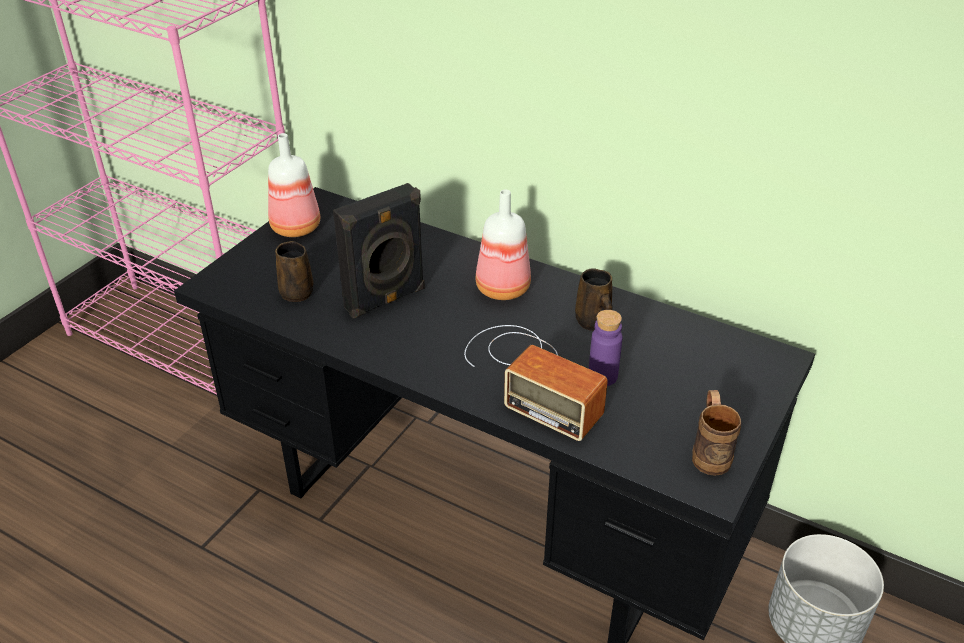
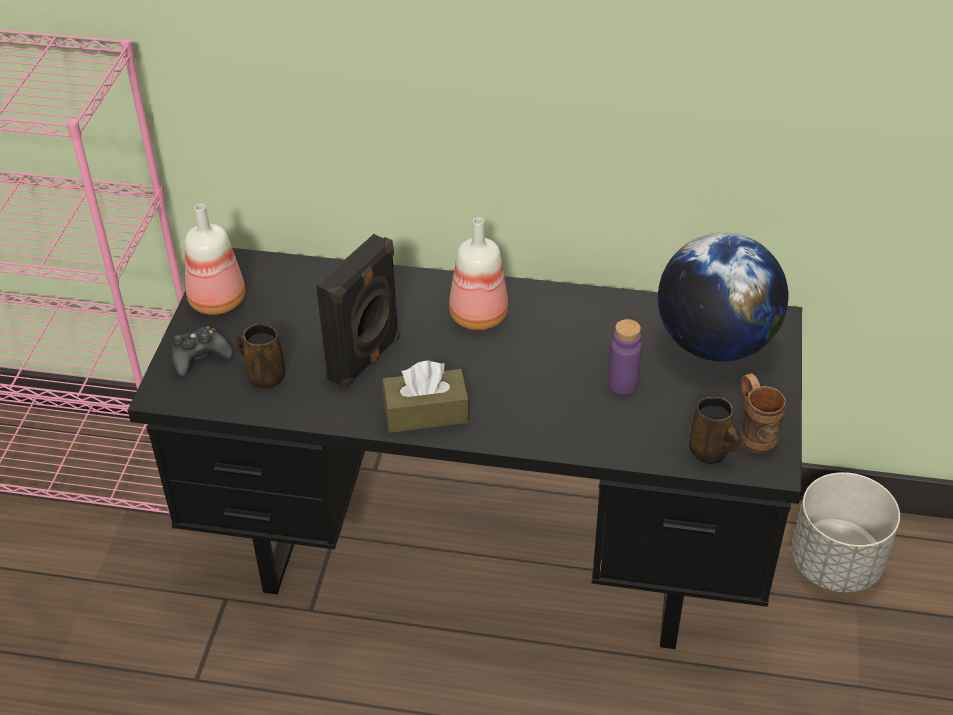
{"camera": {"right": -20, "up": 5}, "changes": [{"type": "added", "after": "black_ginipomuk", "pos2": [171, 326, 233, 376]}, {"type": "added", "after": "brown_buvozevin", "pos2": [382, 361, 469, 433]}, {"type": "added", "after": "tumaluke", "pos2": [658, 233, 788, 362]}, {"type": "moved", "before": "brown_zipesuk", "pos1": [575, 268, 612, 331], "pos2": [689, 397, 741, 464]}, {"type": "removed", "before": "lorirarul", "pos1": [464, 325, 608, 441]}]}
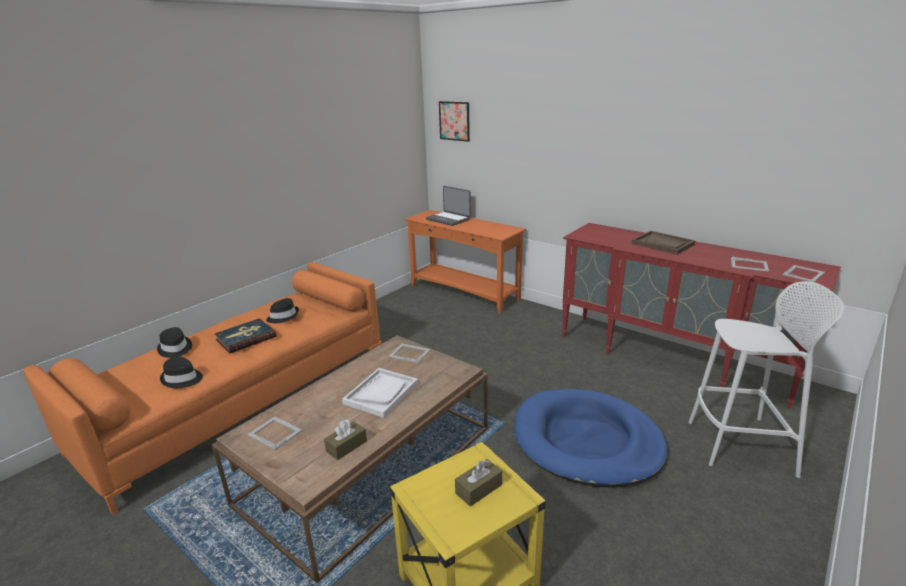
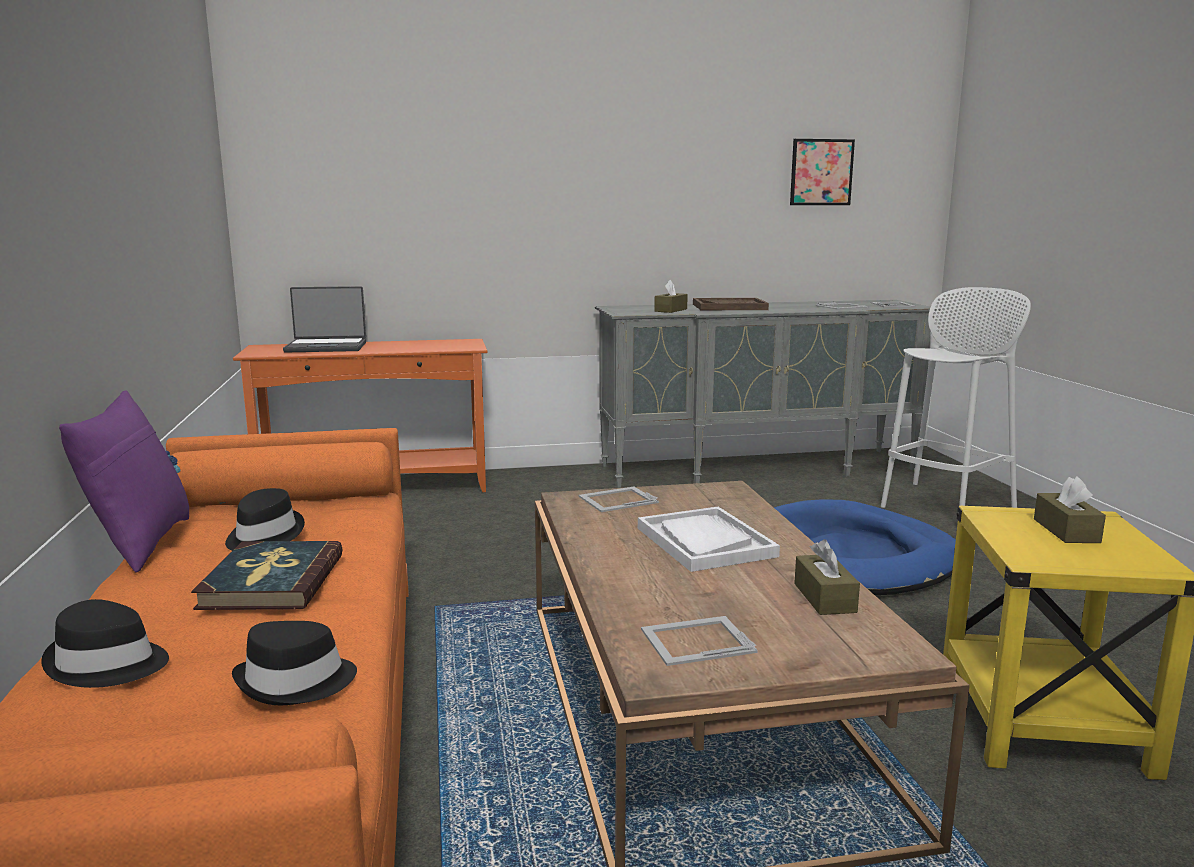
{"camera": {"right": -50, "up": -10}, "changes": [{"type": "added", "after": "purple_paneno", "pos2": [59, 390, 189, 572]}, {"type": "recoloured", "before": "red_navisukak", "after": "grey_navisukak", "pos1": [562, 223, 841, 409], "pos2": [595, 300, 940, 488]}, {"type": "added", "after": "brown_buvozevin", "pos2": [654, 280, 688, 313]}, {"type": "moved", "before": "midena", "pos1": [439, 101, 470, 142], "pos2": [790, 139, 855, 205]}]}
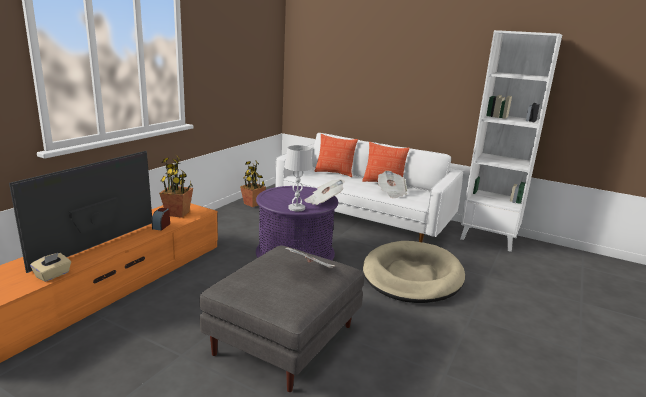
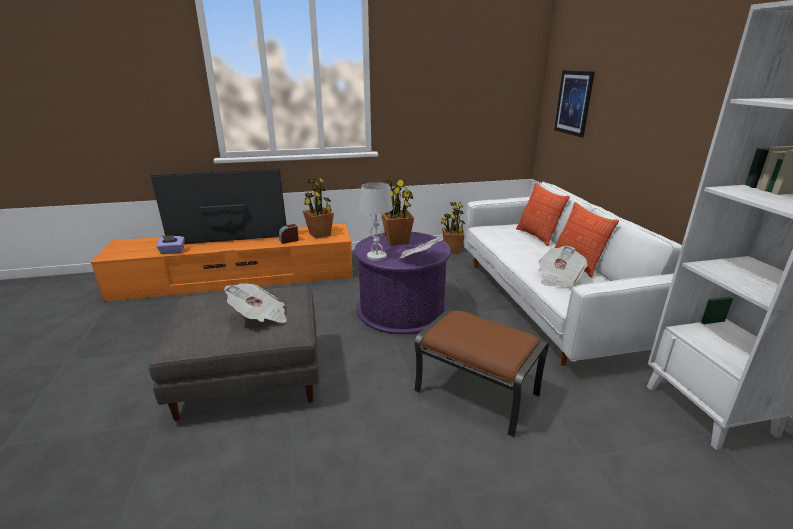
{"camera": {"right": 50, "up": 5}, "changes": [{"type": "recoloured", "before": "beige_buvozevin", "after": "purple_buvozevin", "pos1": [30, 252, 71, 282], "pos2": [156, 235, 185, 254]}, {"type": "added", "after": "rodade", "pos2": [382, 176, 414, 246]}, {"type": "replaced", "before": "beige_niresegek", "after": "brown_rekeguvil", "pos1": [363, 241, 465, 303], "pos2": [414, 309, 549, 438]}, {"type": "added", "after": "midena", "pos2": [554, 70, 595, 137]}]}
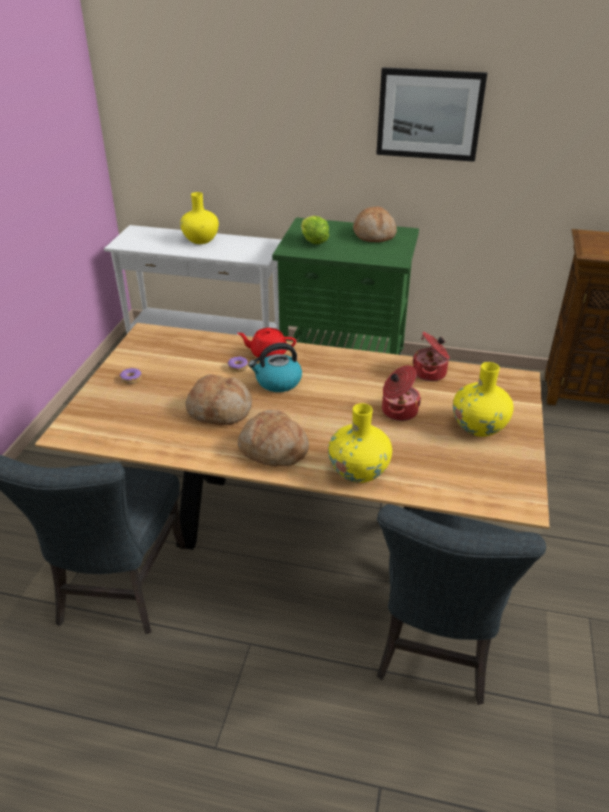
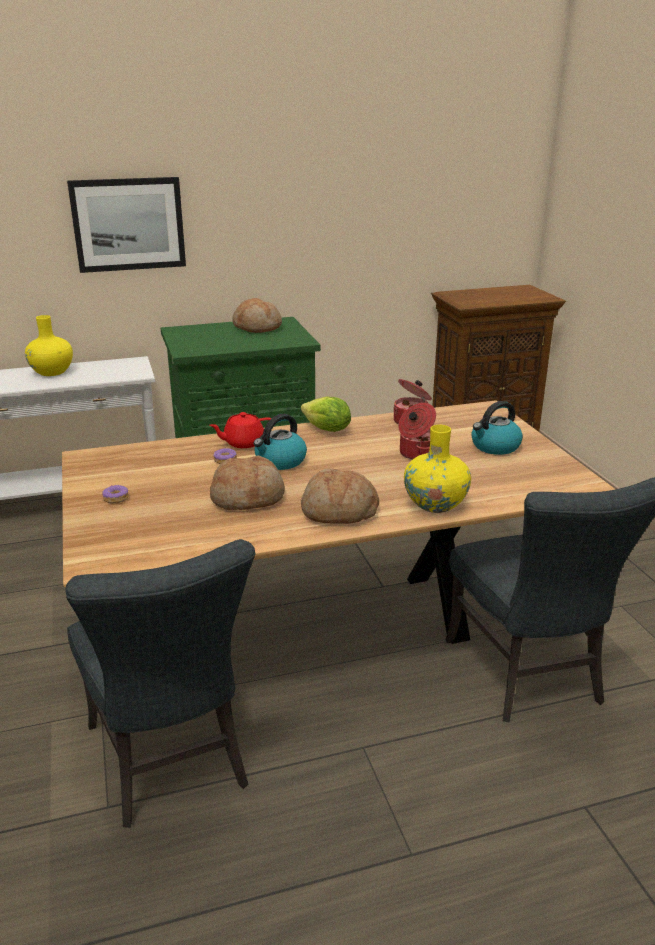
{"camera": {"right": -30, "up": -10}, "changes": [{"type": "moved", "before": "midena", "pos1": [376, 67, 487, 162], "pos2": [67, 177, 186, 273]}, {"type": "moved", "before": "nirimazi", "pos1": [301, 216, 329, 244], "pos2": [301, 397, 351, 432]}, {"type": "replaced", "before": "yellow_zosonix", "after": "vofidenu", "pos1": [453, 362, 513, 437], "pos2": [471, 401, 523, 455]}]}
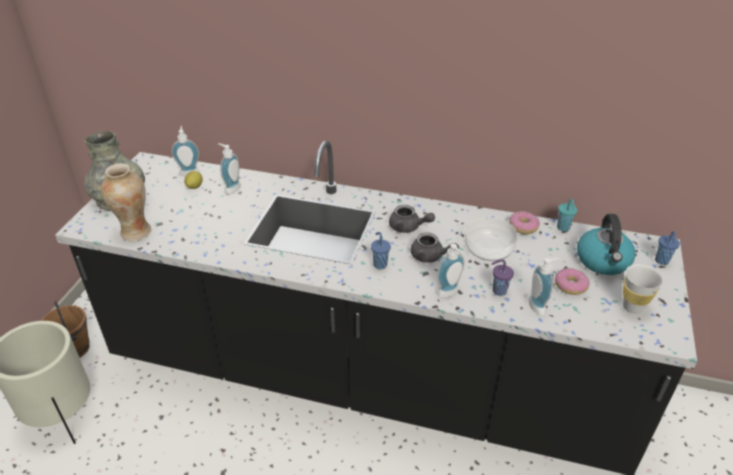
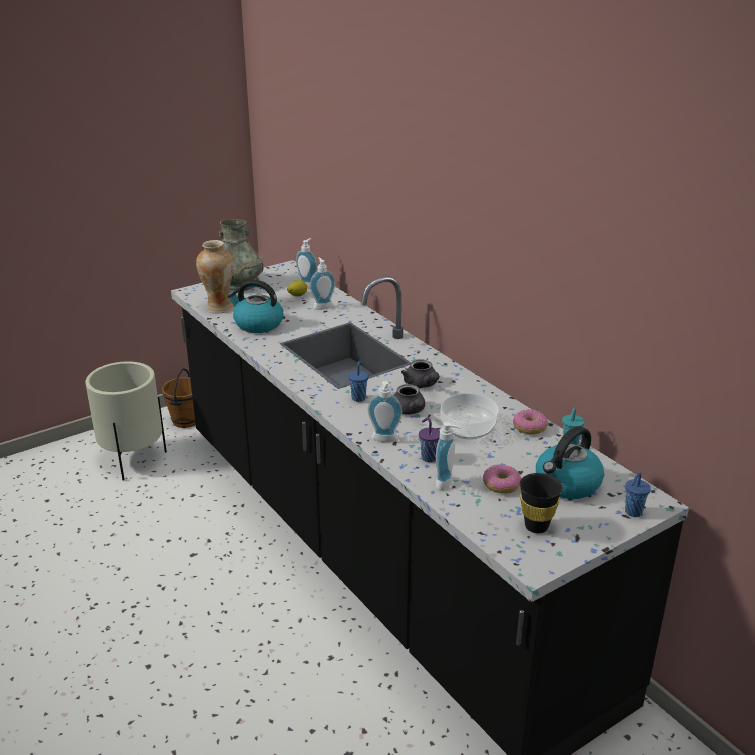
{"camera": {"right": 40, "up": -10}, "changes": [{"type": "added", "after": "vofidenu", "pos2": [227, 280, 283, 333]}, {"type": "recoloured", "before": "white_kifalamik", "after": "black_kifalamik", "pos1": [623, 264, 664, 314], "pos2": [520, 473, 563, 533]}]}
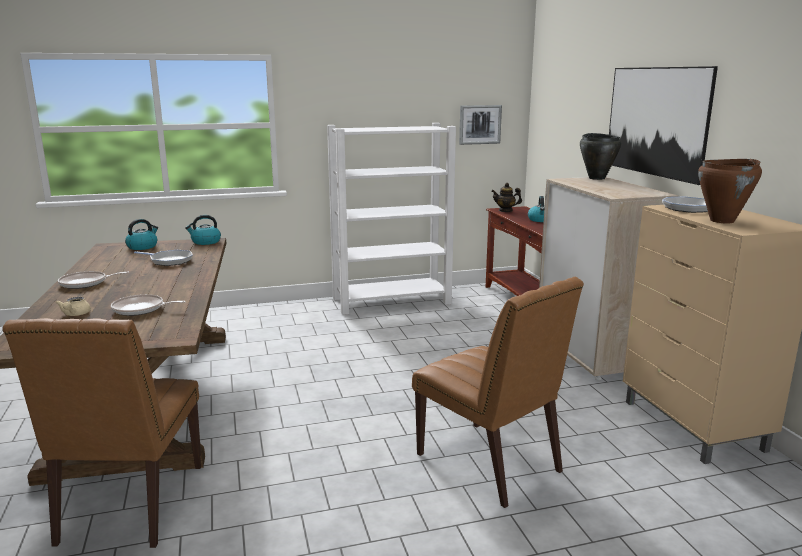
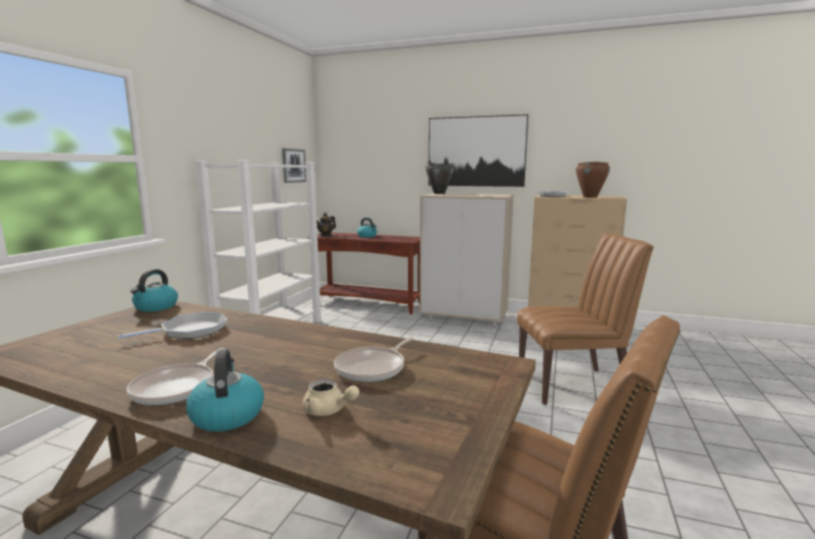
{"camera": {"right": -55, "up": -5}, "changes": [{"type": "moved", "before": "vofidenu", "pos1": [125, 219, 158, 250], "pos2": [186, 349, 264, 432]}]}
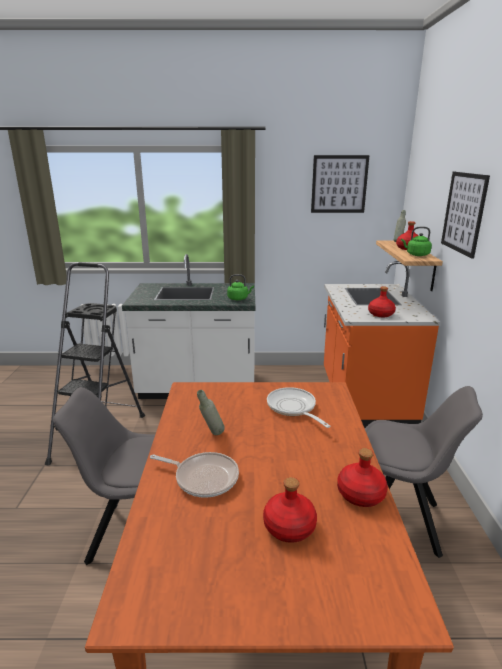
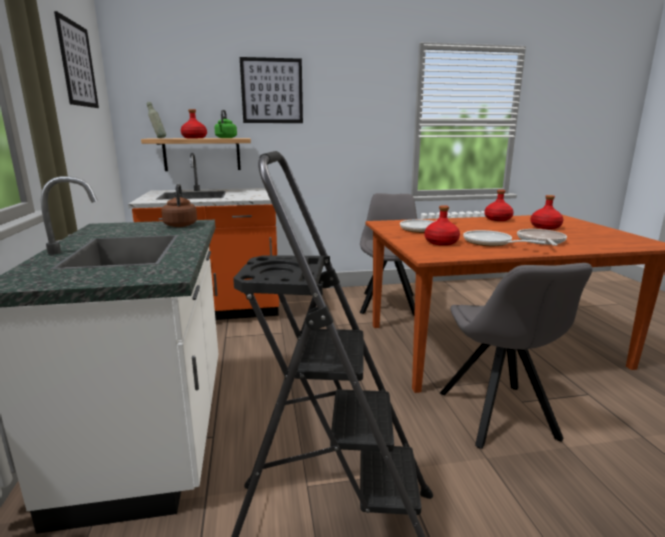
{"camera": {"right": -100, "up": -5}, "changes": [{"type": "recoloured", "before": "green_vofidenu", "after": "brown_vofidenu", "pos1": [227, 274, 254, 300], "pos2": [161, 184, 197, 227]}, {"type": "moved", "before": "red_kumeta", "pos1": [368, 286, 396, 317], "pos2": [425, 205, 460, 246]}, {"type": "replaced", "before": "grey_kumeta", "after": "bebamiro", "pos1": [197, 390, 225, 435], "pos2": [463, 230, 546, 246]}]}
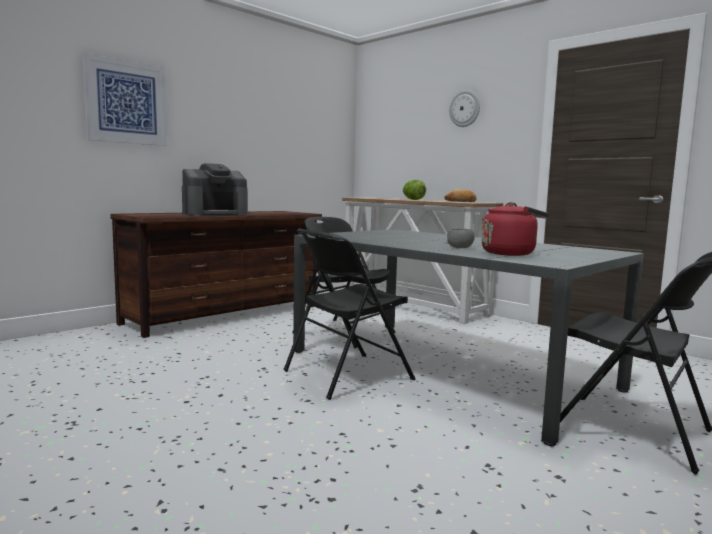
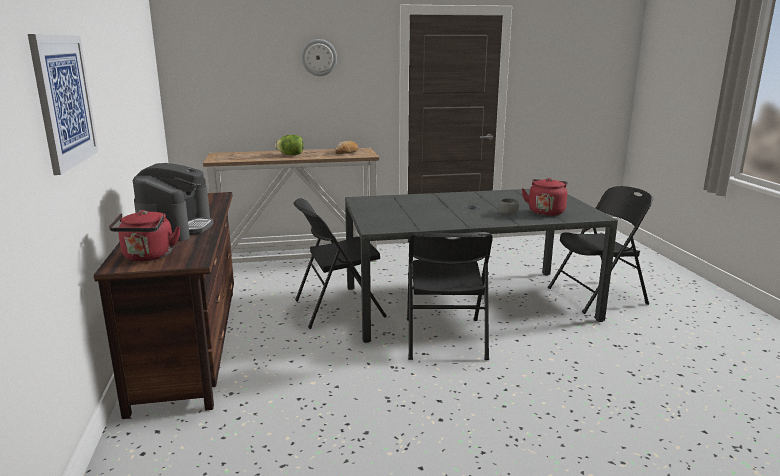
{"camera": {"right": -55, "up": 10}, "changes": [{"type": "added", "after": "red_vofidenu", "pos2": [109, 210, 180, 261]}]}
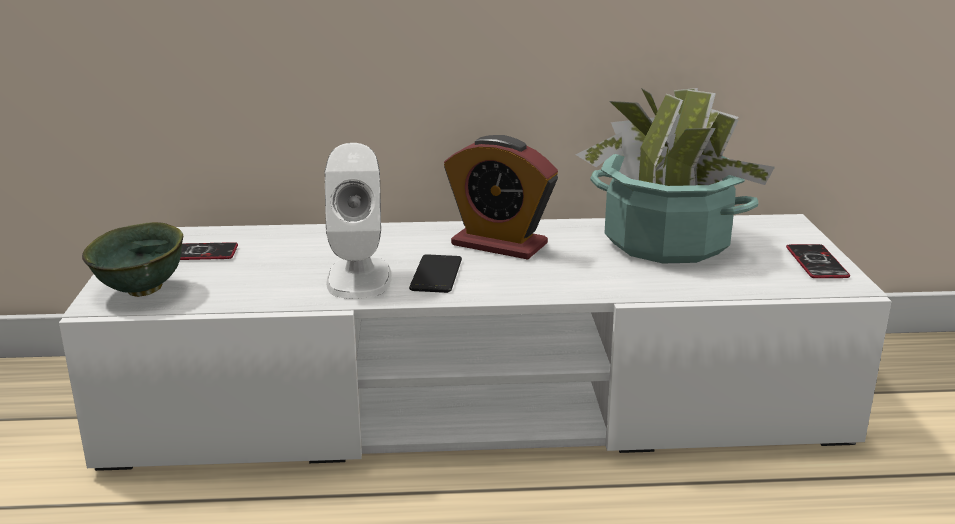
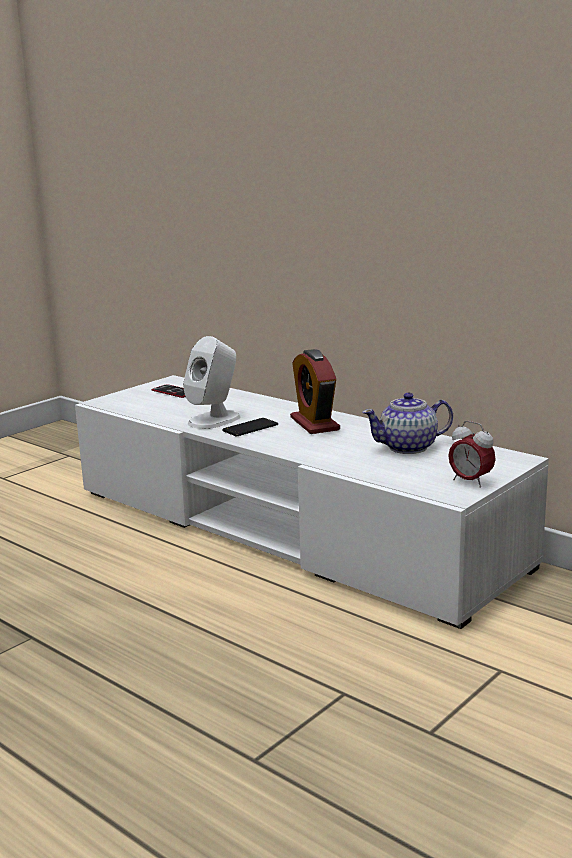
{"camera": {"right": 45, "up": -5}, "changes": [{"type": "replaced", "before": "rodade", "after": "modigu", "pos1": [575, 88, 775, 264], "pos2": [362, 393, 453, 454]}, {"type": "replaced", "before": "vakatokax", "after": "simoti", "pos1": [786, 244, 850, 278], "pos2": [448, 421, 496, 488]}, {"type": "removed", "before": "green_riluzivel", "pos1": [82, 222, 183, 297]}]}
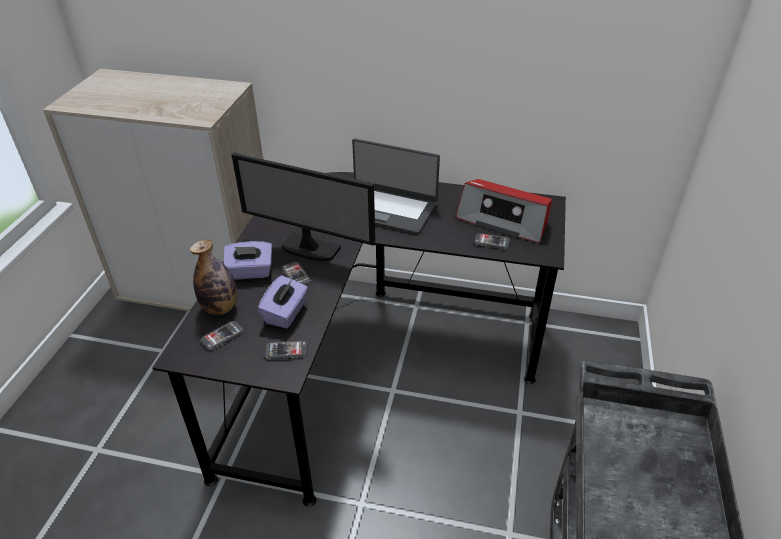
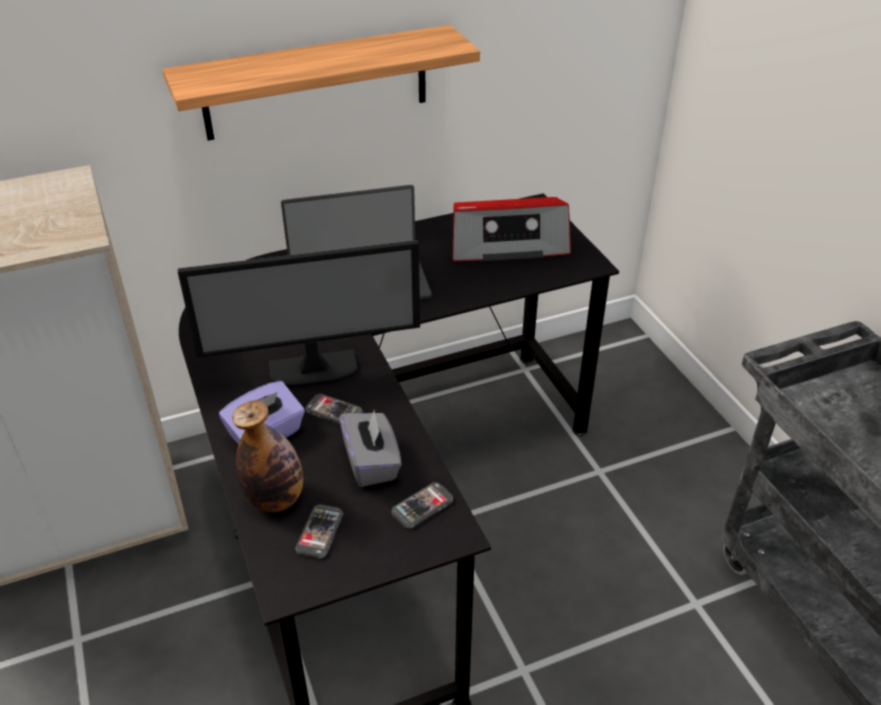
{"camera": {"right": -35, "up": 0}, "changes": [{"type": "added", "after": "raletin", "pos2": [162, 25, 480, 141]}, {"type": "recoloured", "before": "purple_buvozevin", "after": "grey_buvozevin", "pos1": [258, 275, 308, 329], "pos2": [339, 409, 402, 487]}, {"type": "removed", "before": "vakatokax", "pos1": [474, 233, 510, 249]}]}
